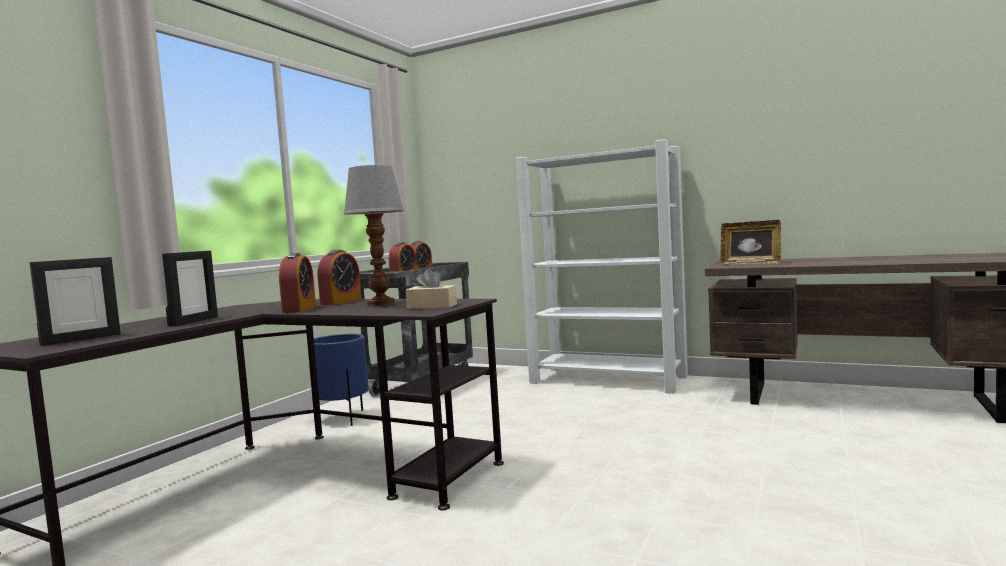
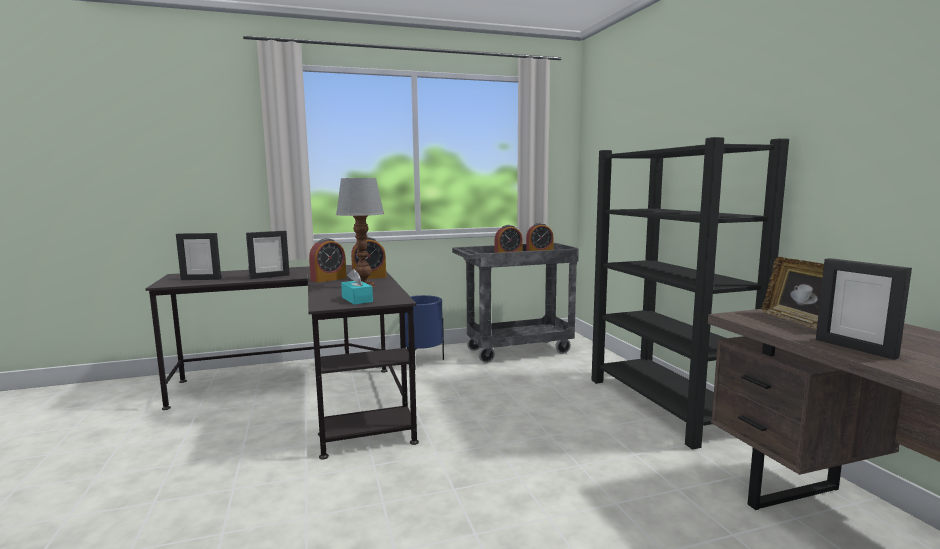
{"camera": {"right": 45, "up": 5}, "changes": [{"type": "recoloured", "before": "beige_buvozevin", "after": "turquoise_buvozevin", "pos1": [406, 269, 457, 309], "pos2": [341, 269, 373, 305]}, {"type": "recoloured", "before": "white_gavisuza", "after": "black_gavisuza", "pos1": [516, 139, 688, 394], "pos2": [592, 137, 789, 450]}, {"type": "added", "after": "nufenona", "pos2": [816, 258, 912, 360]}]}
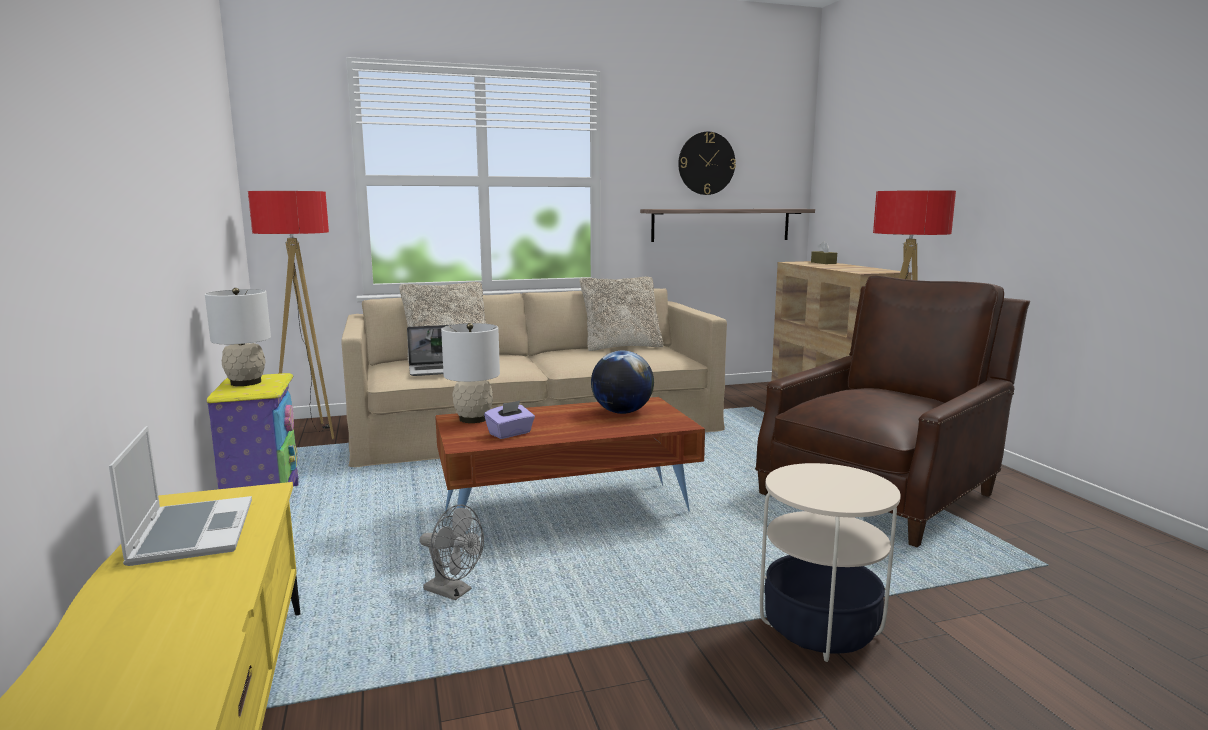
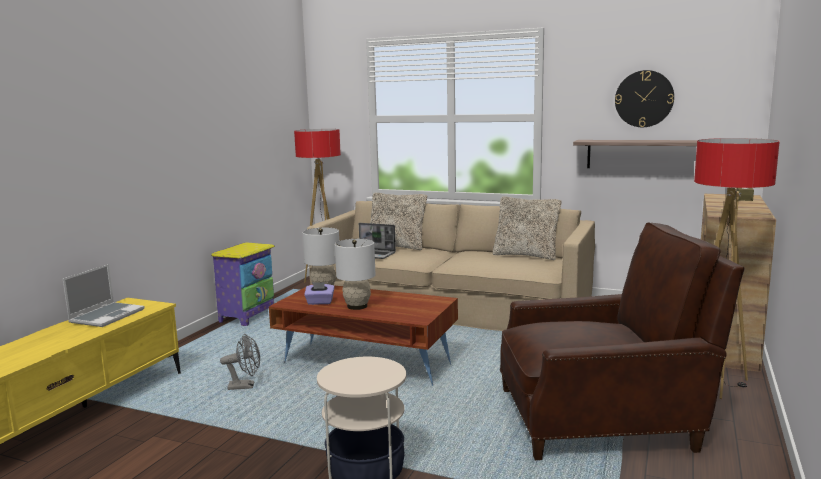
{"camera": {"right": 40, "up": 0}, "changes": [{"type": "turned", "before": "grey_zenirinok", "pos1": [420, 504, 484, 600], "pos2": [220, 334, 260, 390], "turn": -75}, {"type": "moved", "before": "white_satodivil", "pos1": [205, 288, 271, 386], "pos2": [335, 239, 376, 310]}, {"type": "removed", "before": "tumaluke", "pos1": [591, 351, 654, 414]}]}
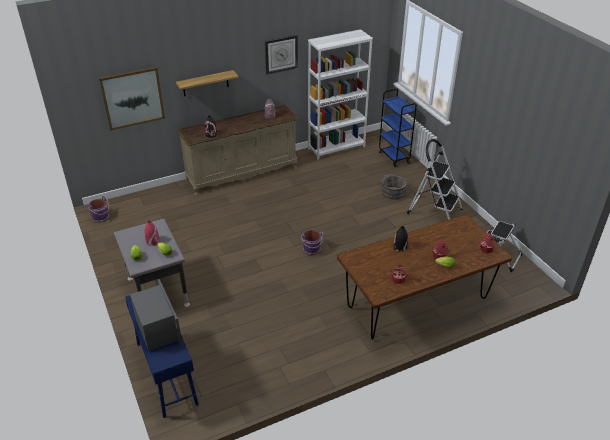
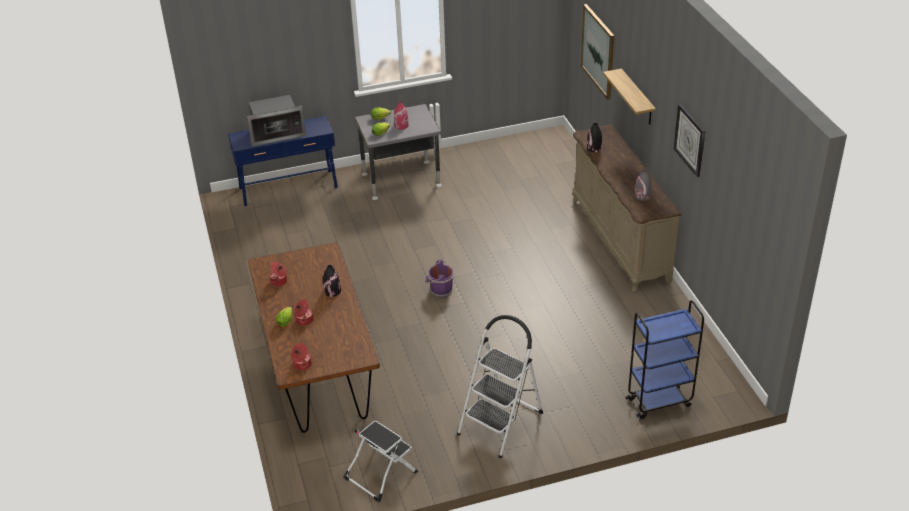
{"camera": {"right": 100, "up": 0}, "changes": [{"type": "removed", "before": "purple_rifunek", "pos1": [88, 196, 109, 222]}, {"type": "removed", "before": "white_gavisuza", "pos1": [308, 29, 373, 159]}, {"type": "removed", "before": "grey_rifunek", "pos1": [380, 174, 407, 200]}]}
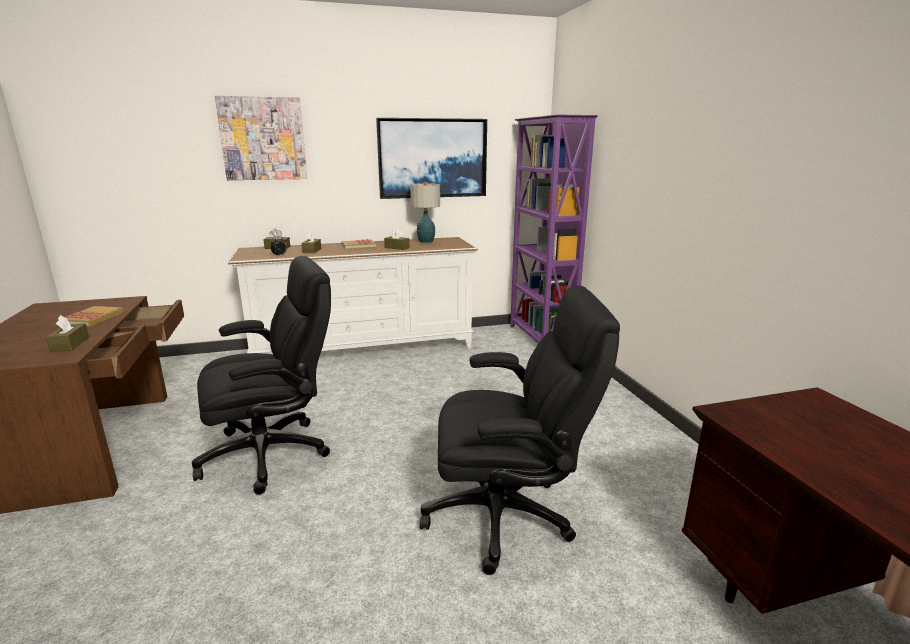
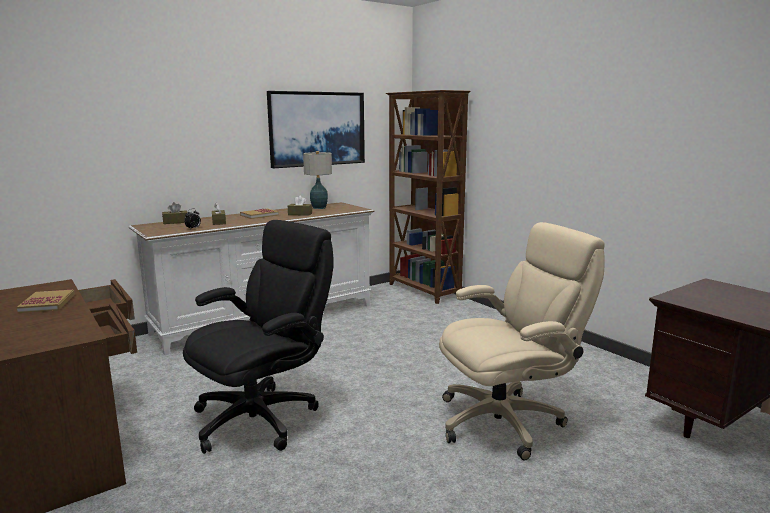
{"camera": {"right": -20, "up": -5}, "changes": [{"type": "recoloured", "before": "purple_gavisuza", "after": "brown_gavisuza", "pos1": [510, 114, 598, 343], "pos2": [386, 90, 470, 304]}, {"type": "recoloured", "before": "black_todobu", "after": "beige_todobu", "pos1": [420, 285, 620, 575], "pos2": [439, 222, 605, 460]}, {"type": "removed", "before": "brown_buvozevin", "pos1": [46, 315, 89, 352]}, {"type": "removed", "before": "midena", "pos1": [215, 96, 307, 180]}]}
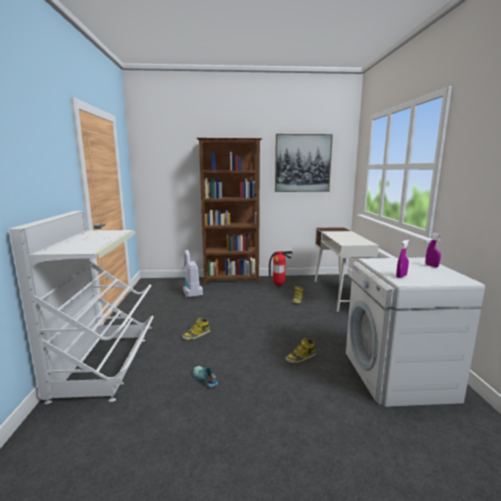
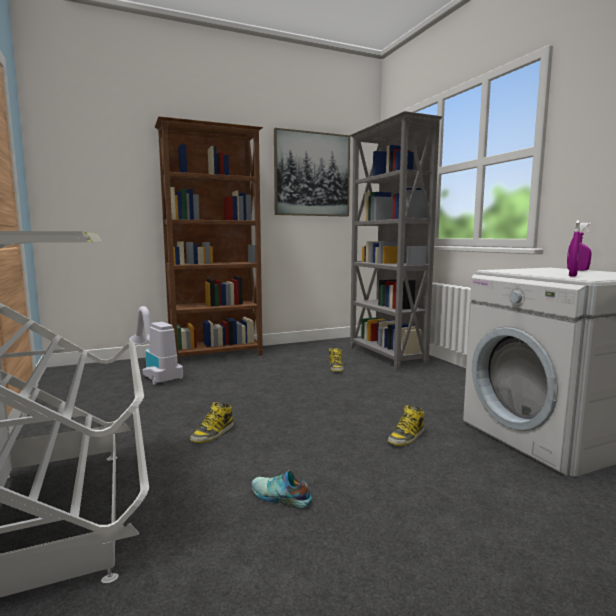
{"camera": {"right": -20, "up": -5}, "changes": [{"type": "replaced", "before": "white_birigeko", "after": "grey_gavisuza", "pos1": [314, 227, 379, 312], "pos2": [350, 111, 442, 370]}, {"type": "removed", "before": "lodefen", "pos1": [268, 251, 293, 286]}]}
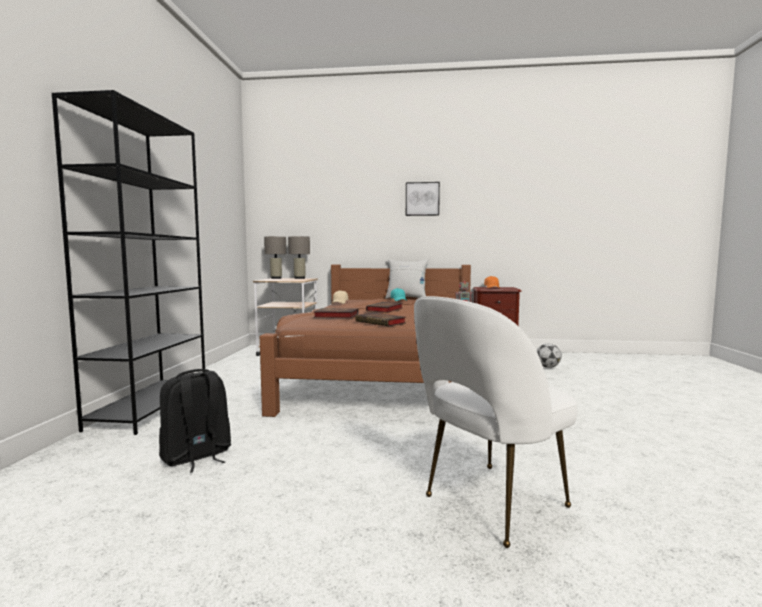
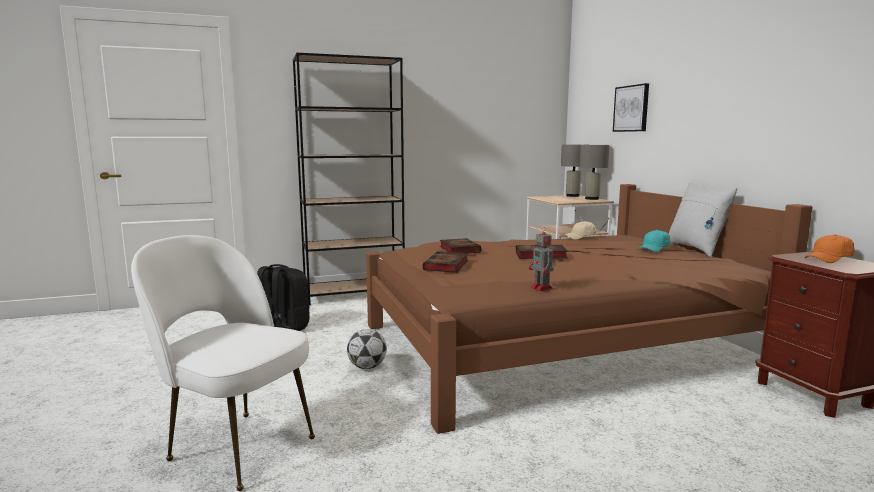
{"camera": {"right": 65, "up": 5}, "changes": [{"type": "recoloured", "before": "black_gavisuza", "after": "beige_gavisuza", "pos1": [52, 90, 205, 435], "pos2": [293, 53, 405, 305]}, {"type": "moved", "before": "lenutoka", "pos1": [536, 343, 562, 368], "pos2": [347, 329, 387, 369]}, {"type": "moved", "before": "midena", "pos1": [406, 182, 440, 216], "pos2": [613, 83, 649, 132]}]}
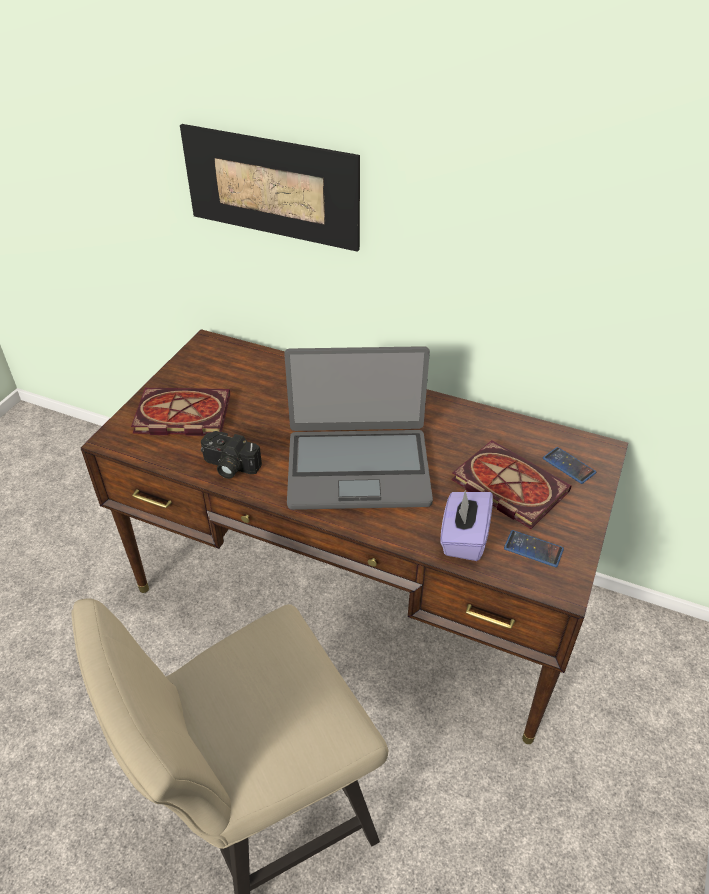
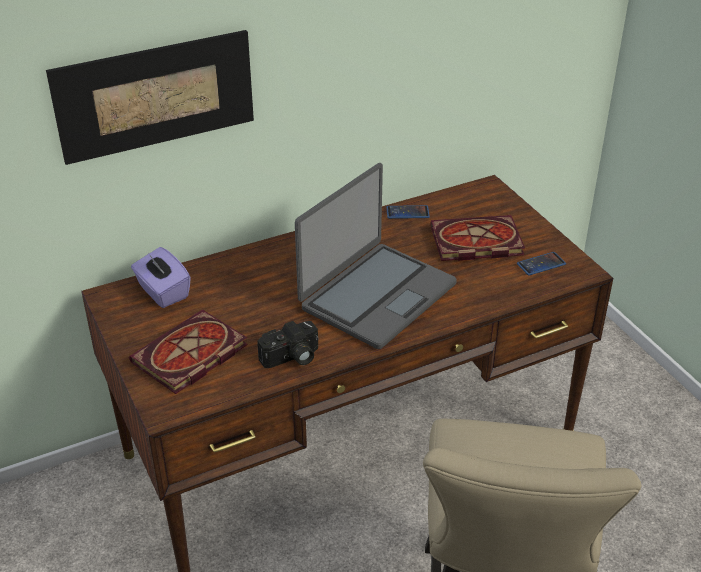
{"camera": {"right": -50, "up": -5}, "changes": [{"type": "moved", "before": "purple_buvozevin", "pos1": [440, 490, 493, 561], "pos2": [131, 247, 191, 308]}, {"type": "moved", "before": "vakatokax", "pos1": [543, 447, 596, 484], "pos2": [386, 205, 430, 219]}]}
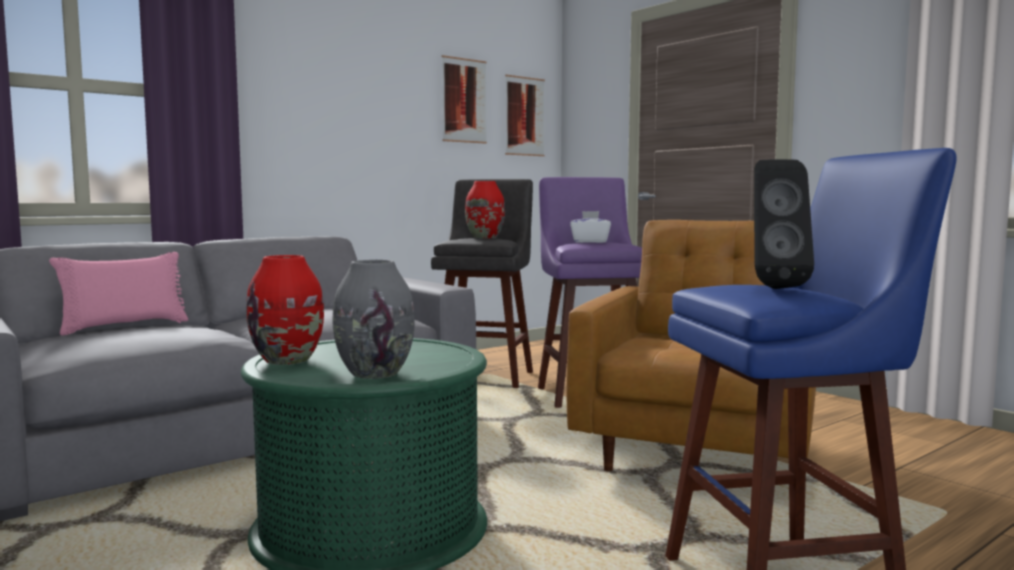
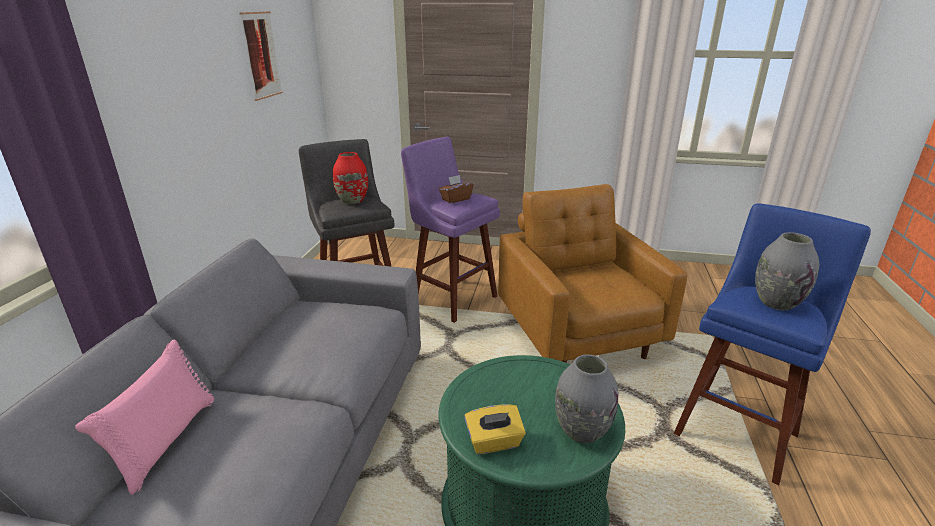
{"camera": {"right": -40, "up": 20}, "changes": [{"type": "recoloured", "before": "white_buvozevin", "after": "brown_buvozevin", "pos1": [570, 211, 611, 243], "pos2": [439, 175, 473, 203]}, {"type": "replaced", "before": "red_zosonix", "after": "yellow_buvozevin", "pos1": [246, 255, 324, 365], "pos2": [464, 404, 526, 454]}, {"type": "replaced", "before": "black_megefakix", "after": "grey_zosonix", "pos1": [754, 159, 814, 289], "pos2": [755, 232, 819, 311]}, {"type": "removed", "before": "midena", "pos1": [505, 75, 545, 156]}]}
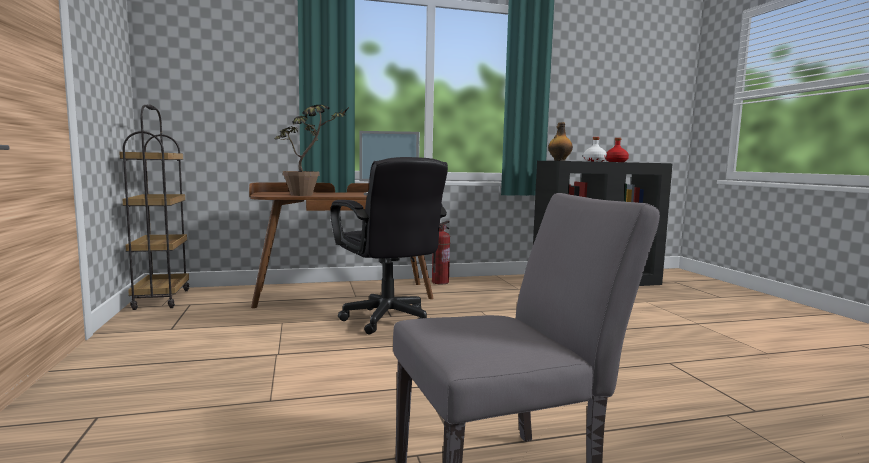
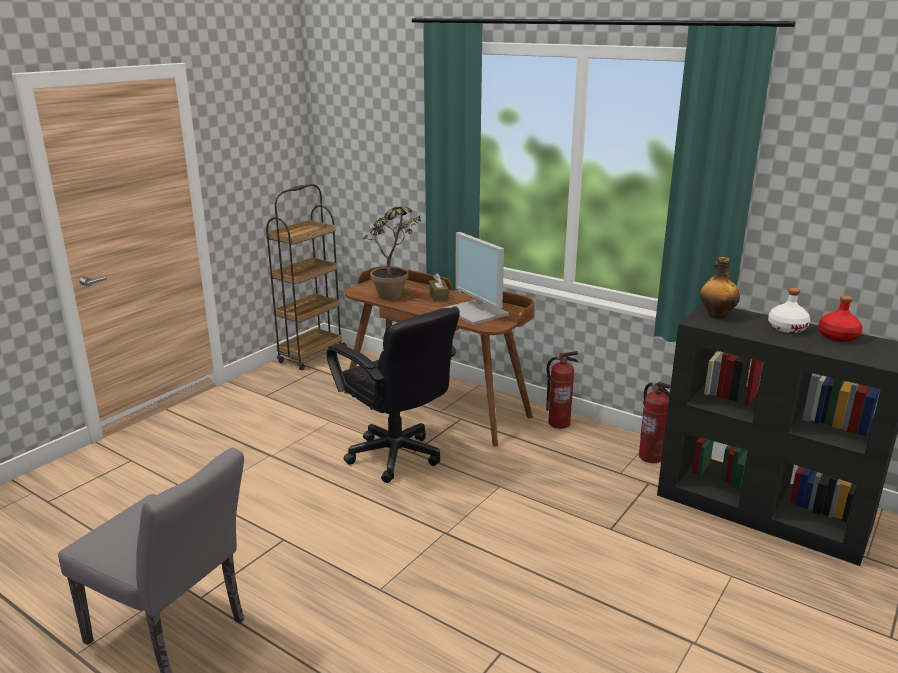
{"camera": {"right": 50, "up": 15}, "changes": [{"type": "turned", "before": "black_todobu", "pos1": [330, 157, 448, 334], "pos2": [326, 306, 460, 483], "turn": -60}, {"type": "added", "after": "brown_buvozevin", "pos2": [429, 273, 449, 302]}, {"type": "added", "after": "lodefen", "pos2": [639, 381, 671, 463]}]}
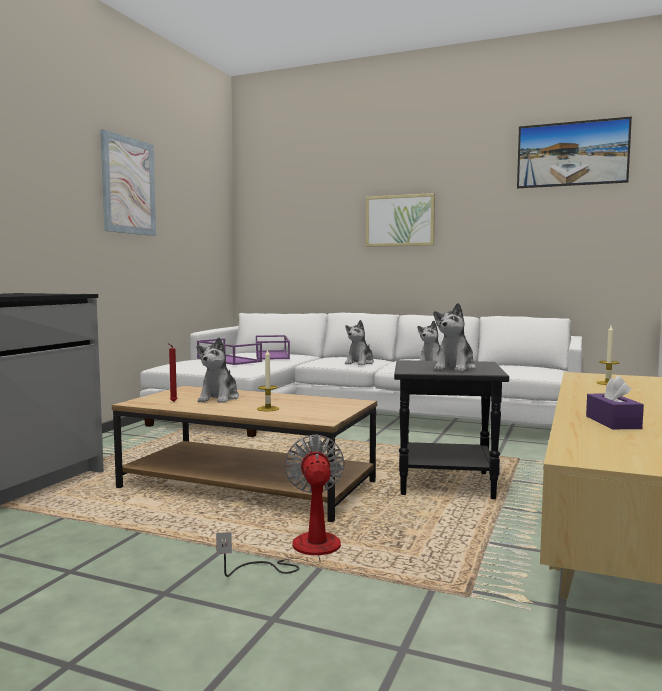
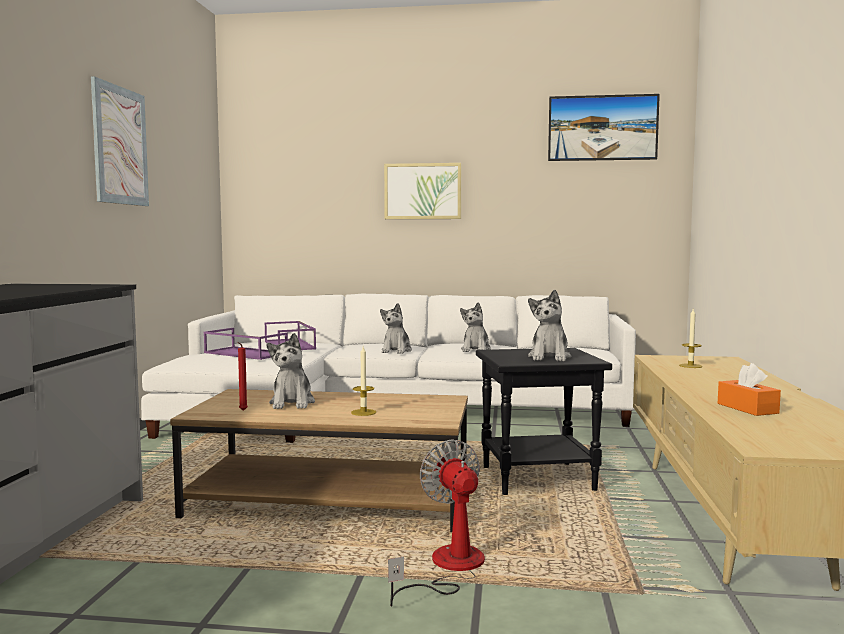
{"camera": {"right": -15, "up": 0}, "changes": [{"type": "recoloured", "before": "purple_buvozevin", "after": "orange_buvozevin", "pos1": [586, 375, 644, 429], "pos2": [718, 363, 781, 416]}]}
